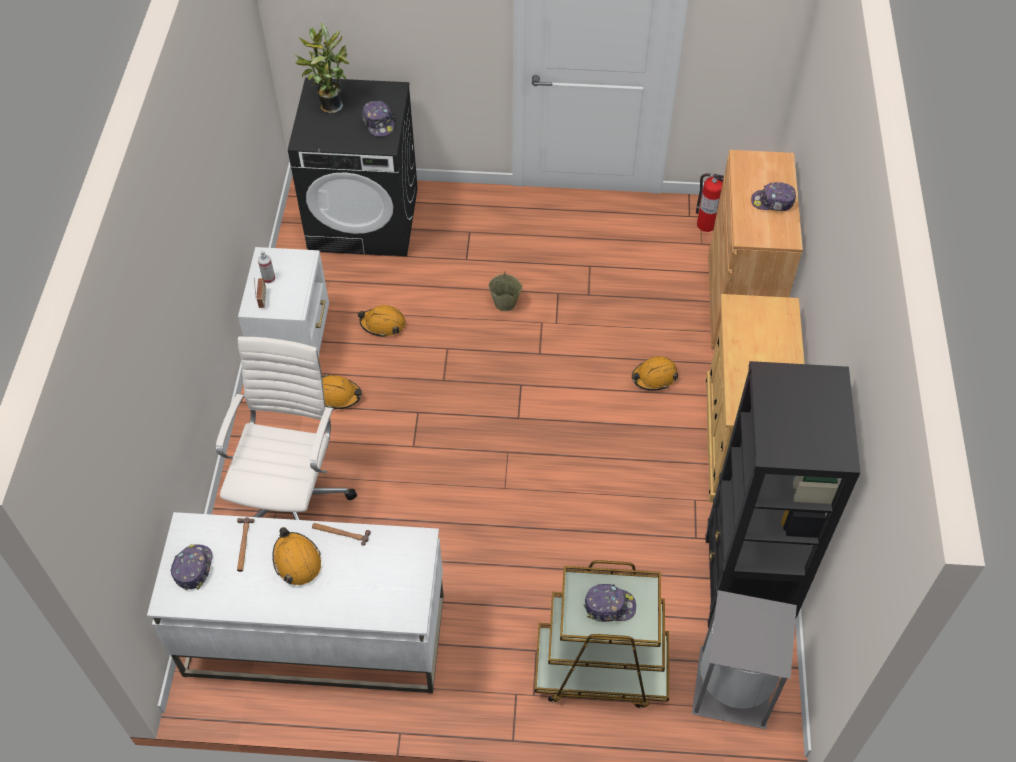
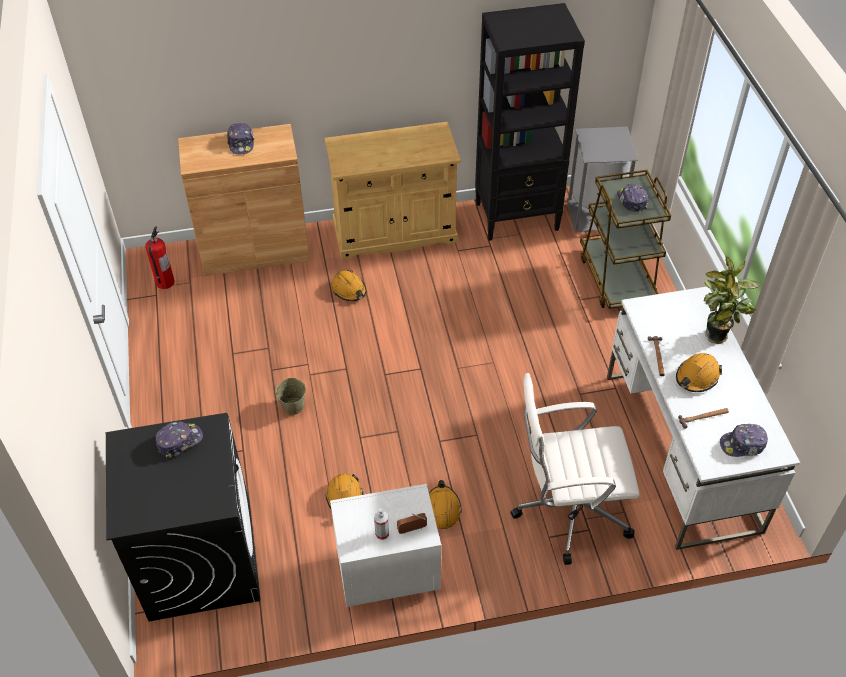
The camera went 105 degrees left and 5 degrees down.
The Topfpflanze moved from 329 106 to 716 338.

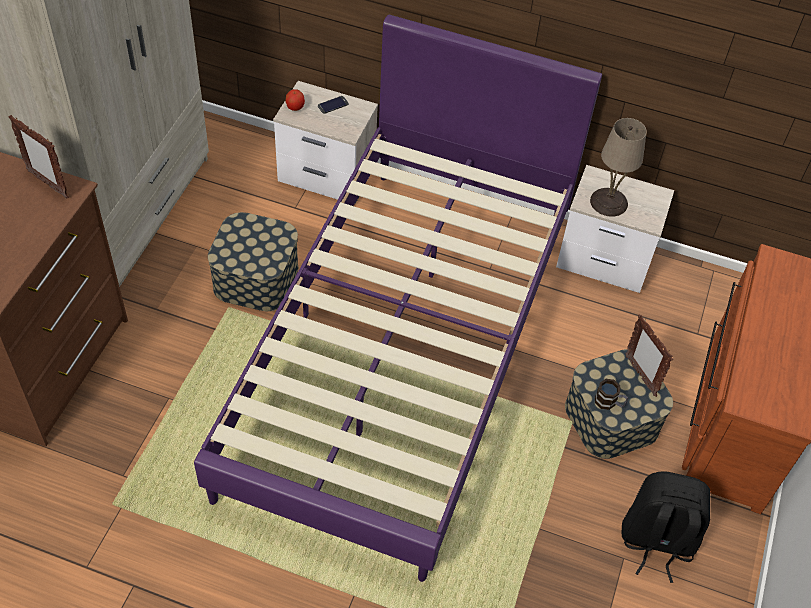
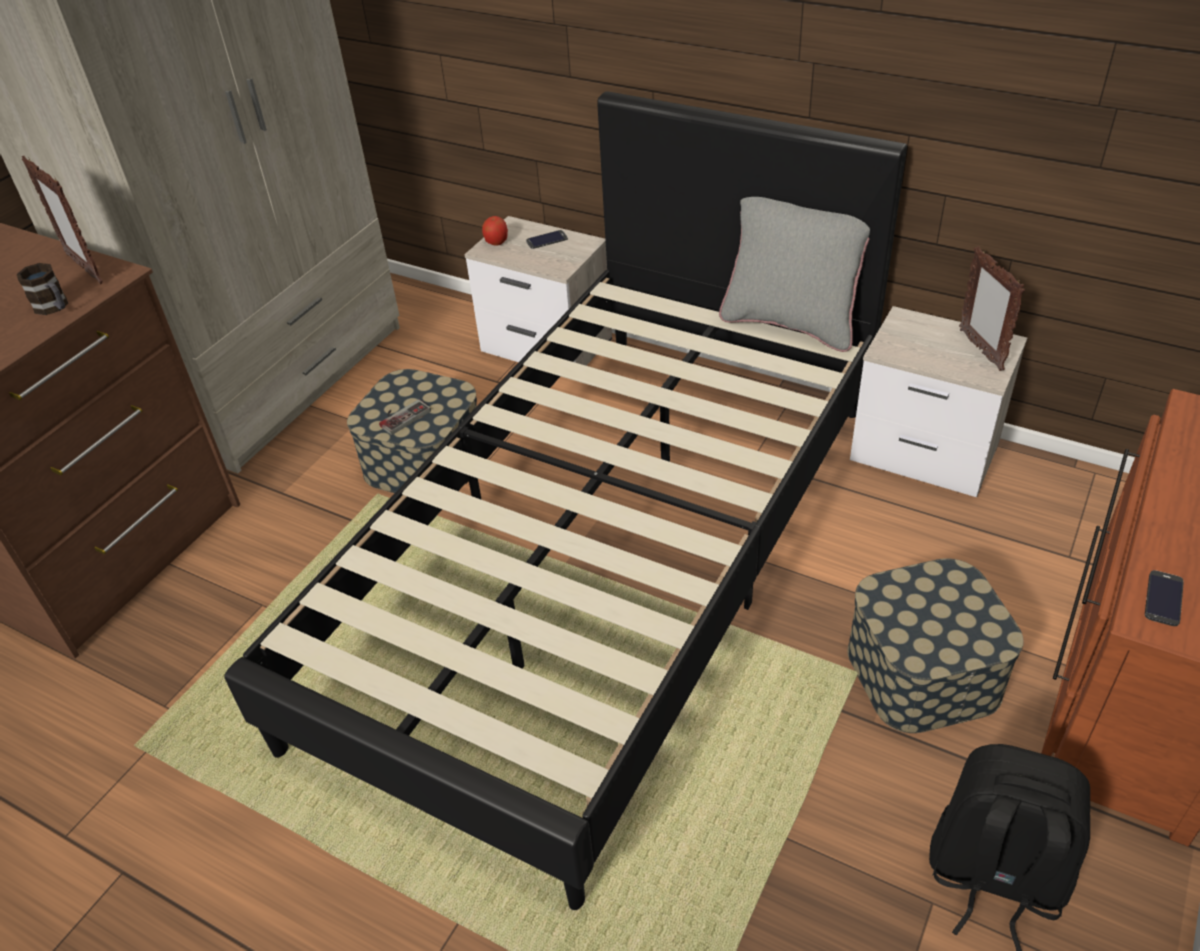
The camera went 15 degrees right and 10 degrees down.
The Tischlampe [beige] at 608 203 disappeared.
The Gamepad at 402 416 appeared.
The Kissen [grau] at 790 323 appeared.
The Handy at 1164 598 appeared.
The Henkelbecher moved from 609 403 to 54 307.
The Bilderrahmen moved from 640 375 to 980 350.
The Bett [lila] at 402 350 became the Bett [schwarz] at 607 558.

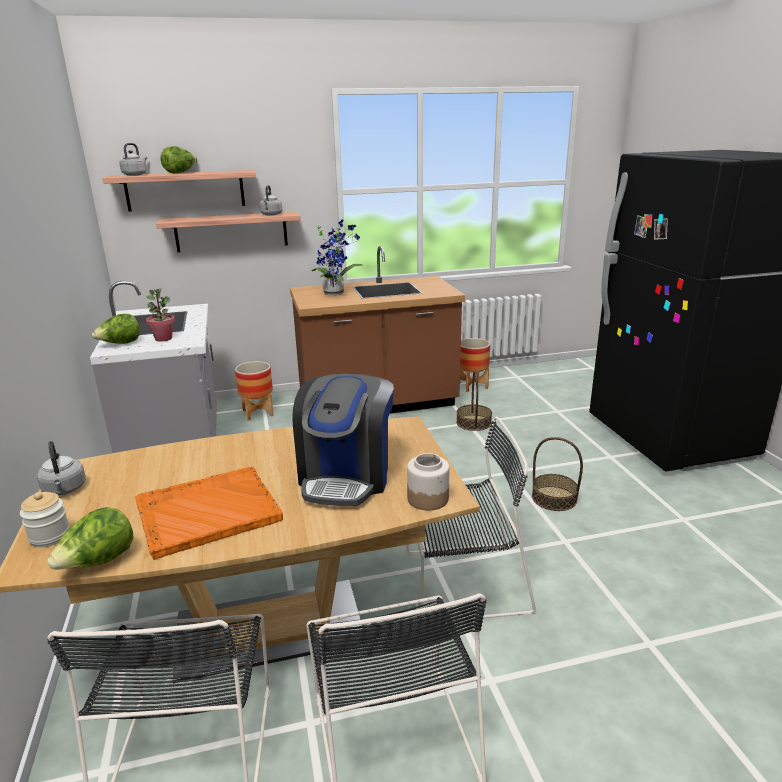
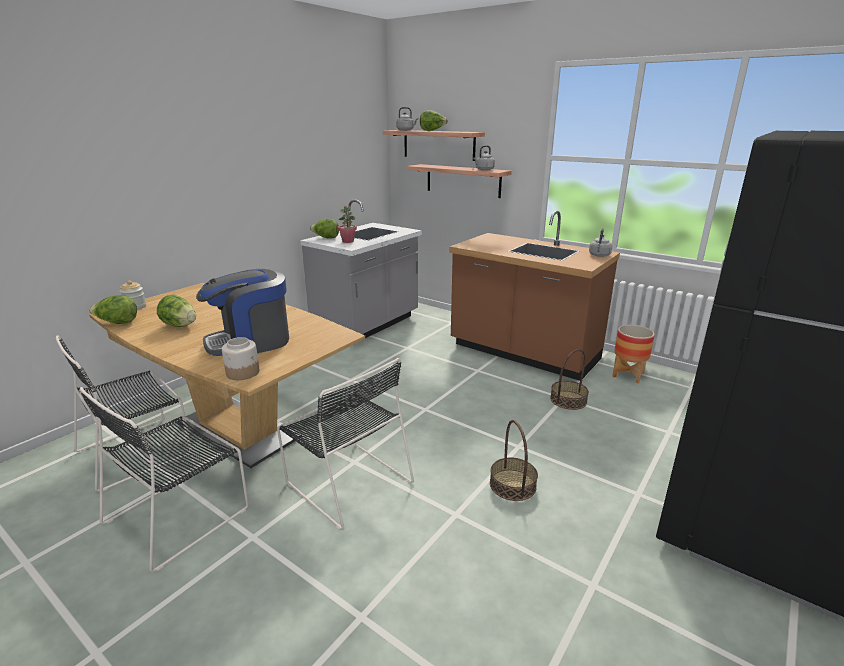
The camera went 50 degrees right and 0 degrees up.
The Pflanzkübel at 257 413 disappeared.
The Topfpflanze at 336 293 disappeared.
The Wasserkessel [grau] moved from 65 490 to 599 255.
The Tablett [orange] at 207 512 was replaced by the Salatkopf at 179 325.

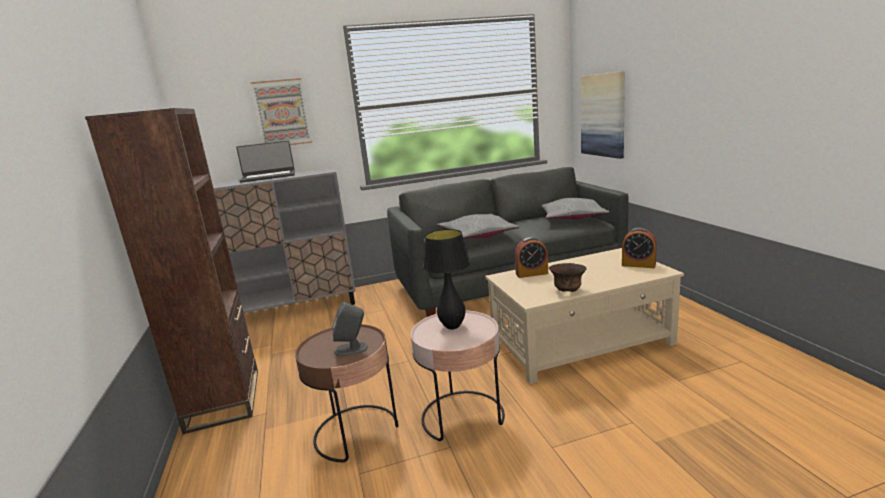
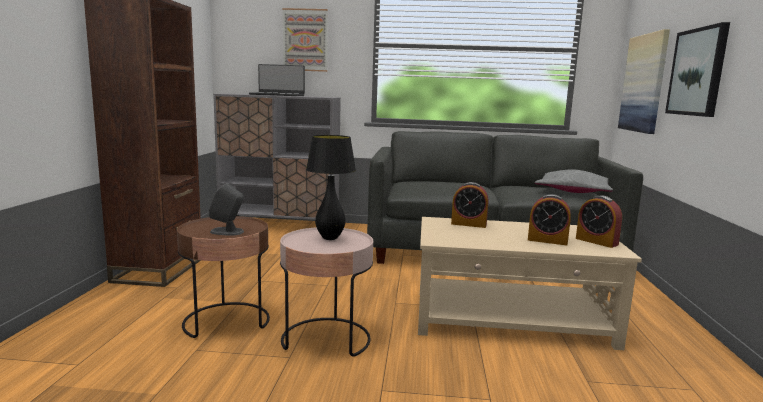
The camera went 20 degrees right and 5 degrees down.
The Kissen [grau] at 477 235 disappeared.
The Schüssel [braun] at 567 290 disappeared.
The Wecker at 547 240 appeared.
The Bild at 697 72 appeared.

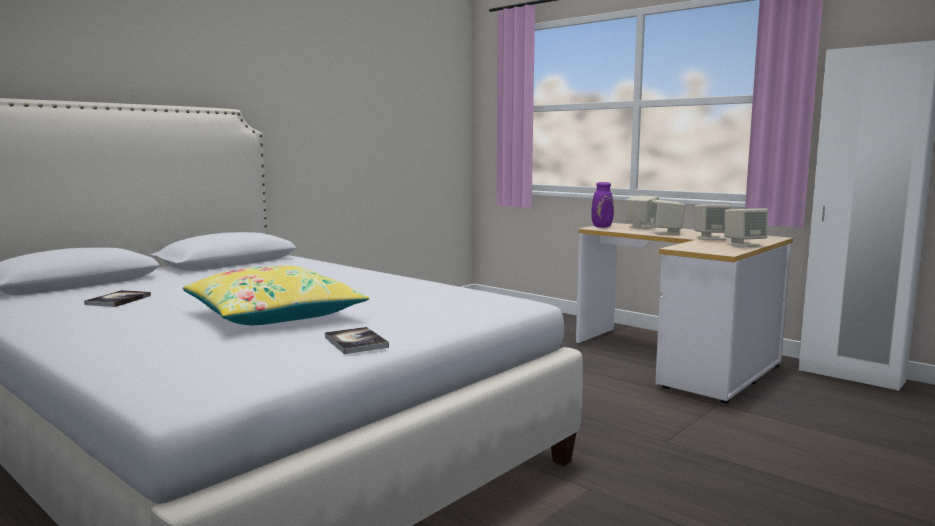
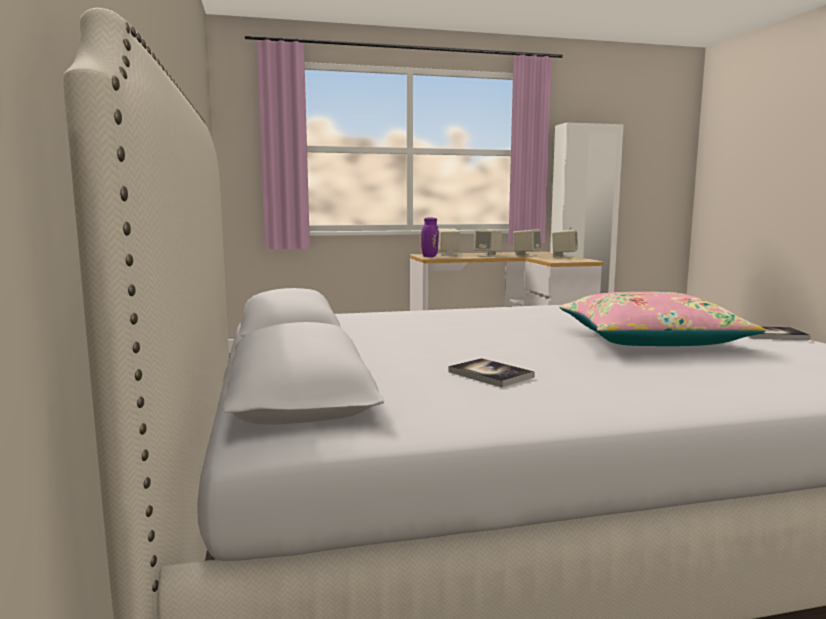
The camera went 55 degrees left and 0 degrees up.
The Kissen [gelb] at 274 315 became the Kissen [rosa] at 649 340.

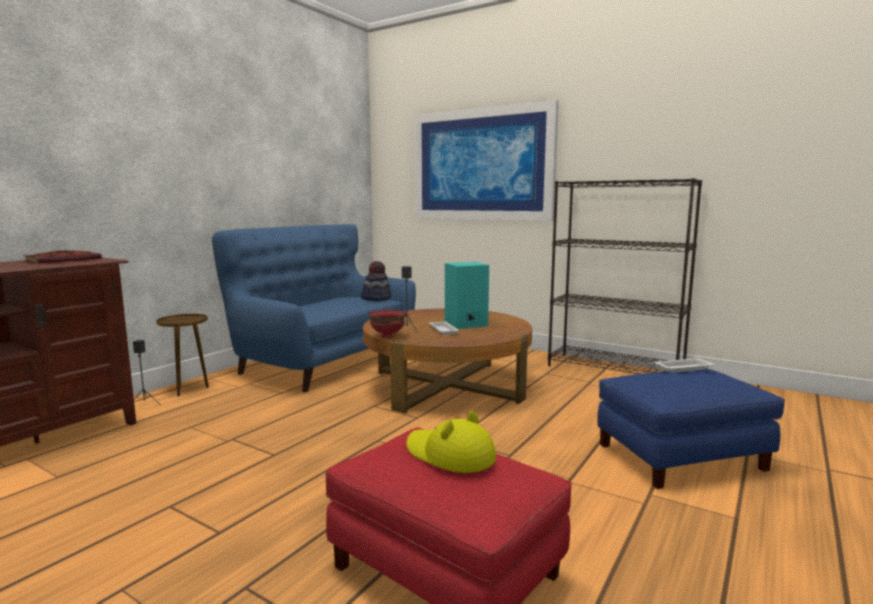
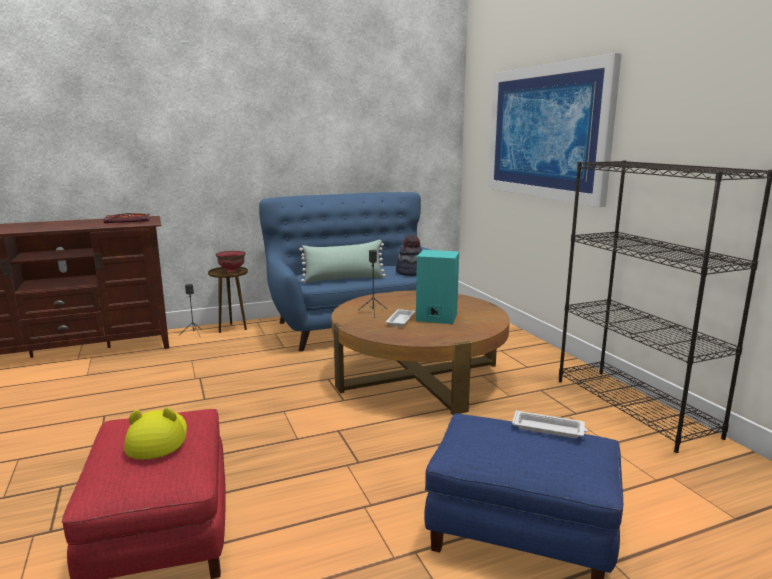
The camera went 35 degrees right and 5 degrees up.
The Kissen [grün] at 344 279 appeared.
The Schüssel [rot] moved from 387 336 to 231 271.

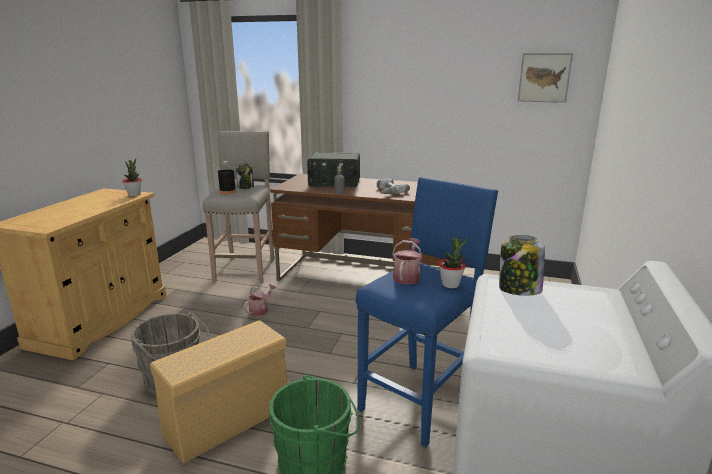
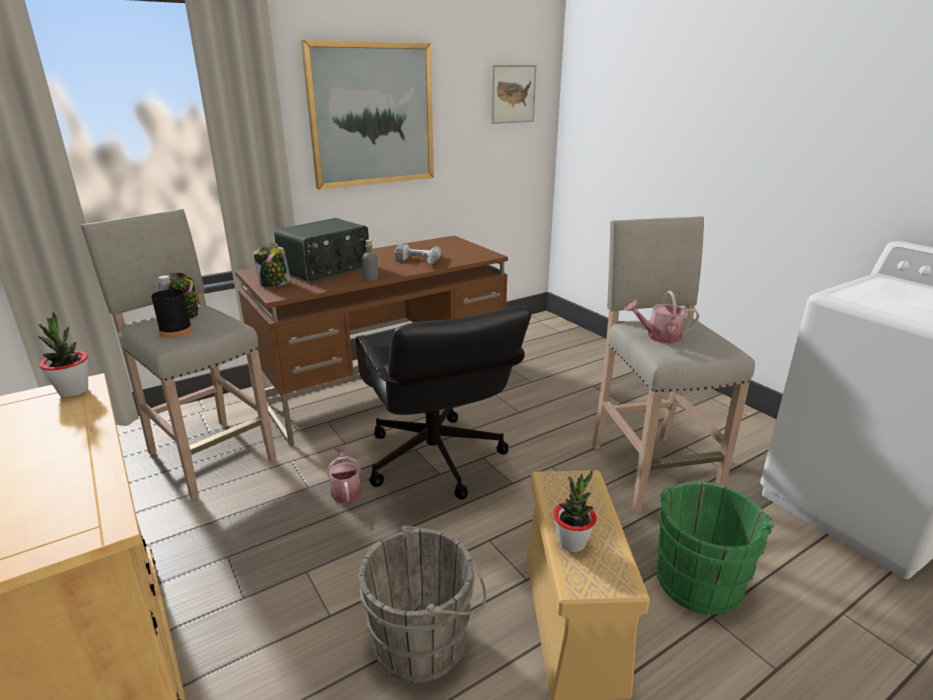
The camera went 50 degrees left and 5 degrees up.
The Bild at 372 115 appeared.
The Bürostuhl [schwarz] at 438 465 appeared.
The Topfpflanze moved from 450 285 to 572 543.
The Vorratsglas moved from 518 289 to 274 284.
The Hocker [blau] at 419 400 became the Hocker [beige] at 650 469.
The Gießkanne at 407 276 turned 60 degrees counterclockwise.

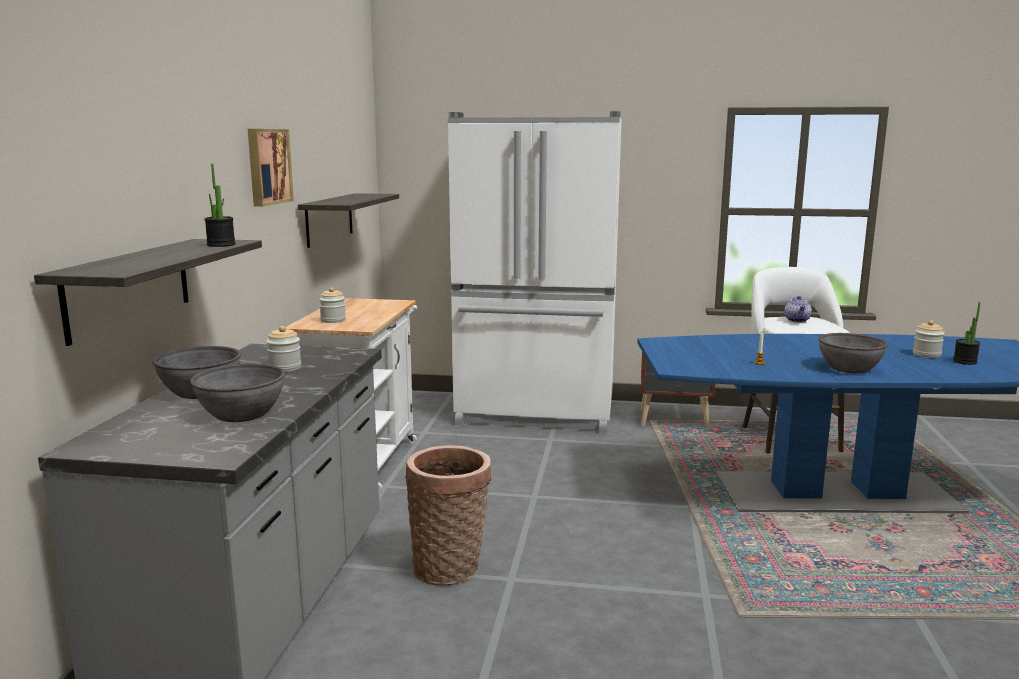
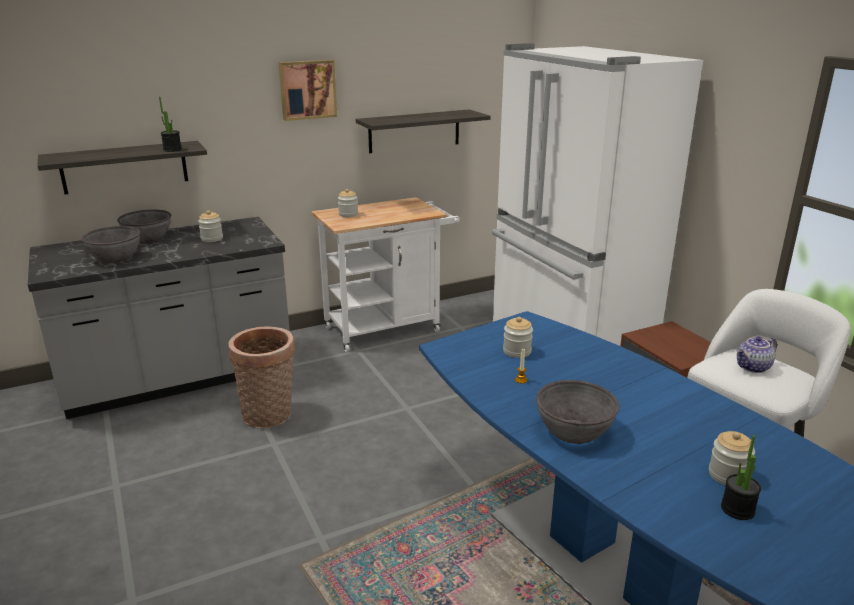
The camera went 55 degrees right and 10 degrees up.
The Vorratsglas at 517 351 appeared.

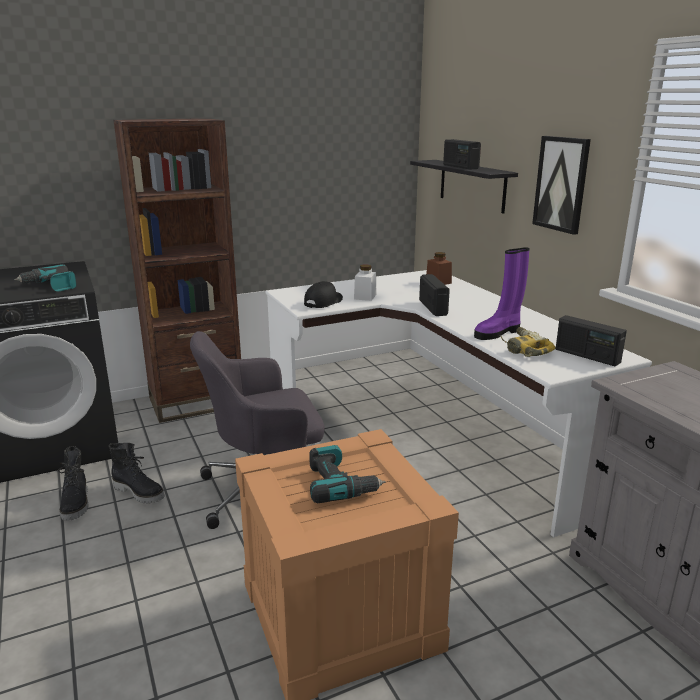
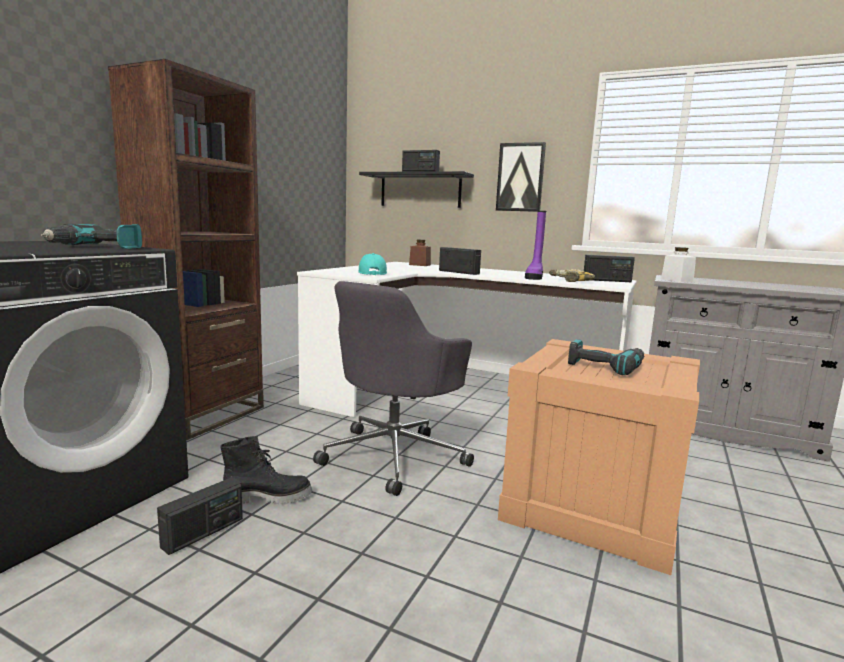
The camera went 40 degrees left and 10 degrees down.
The Vorratsglas [weiß] moved from 365 296 to 677 280.
The Stiefel [schwarz] at 77 504 was replaced by the Radio at 203 533.
The Kappe [schwarz] at 323 302 became the Kappe [türkis] at 372 273.

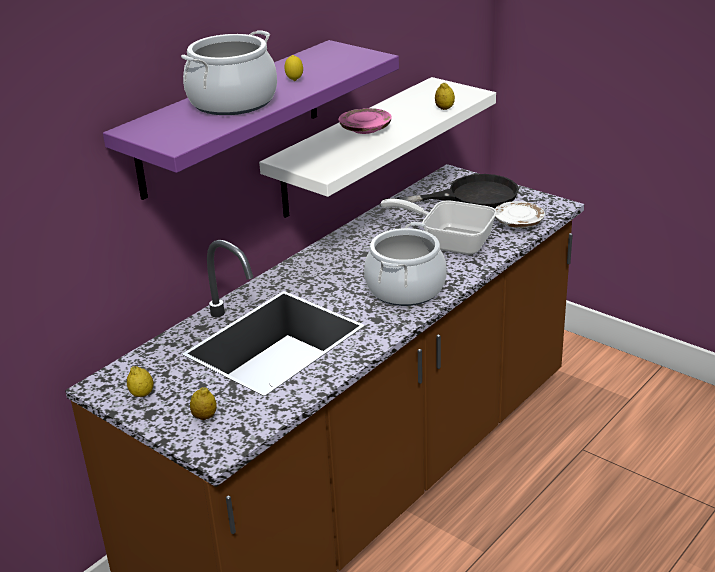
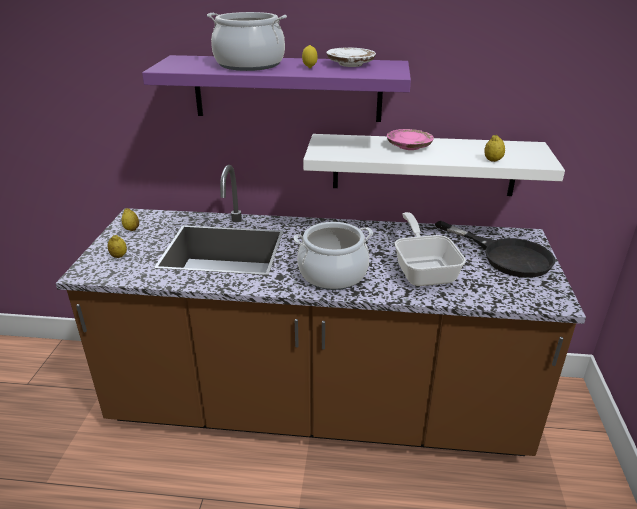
The camera went 55 degrees right and 0 degrees up.
The Teller [weiß] moved from 518 223 to 350 64.

